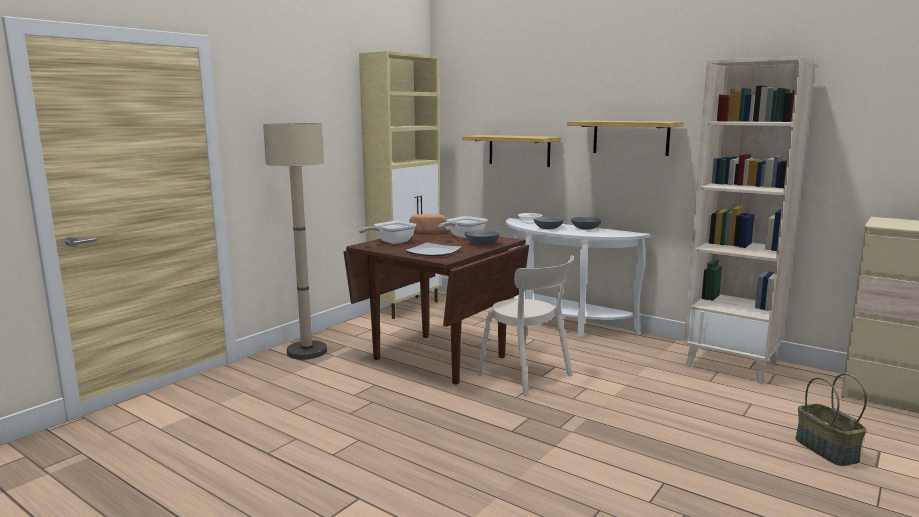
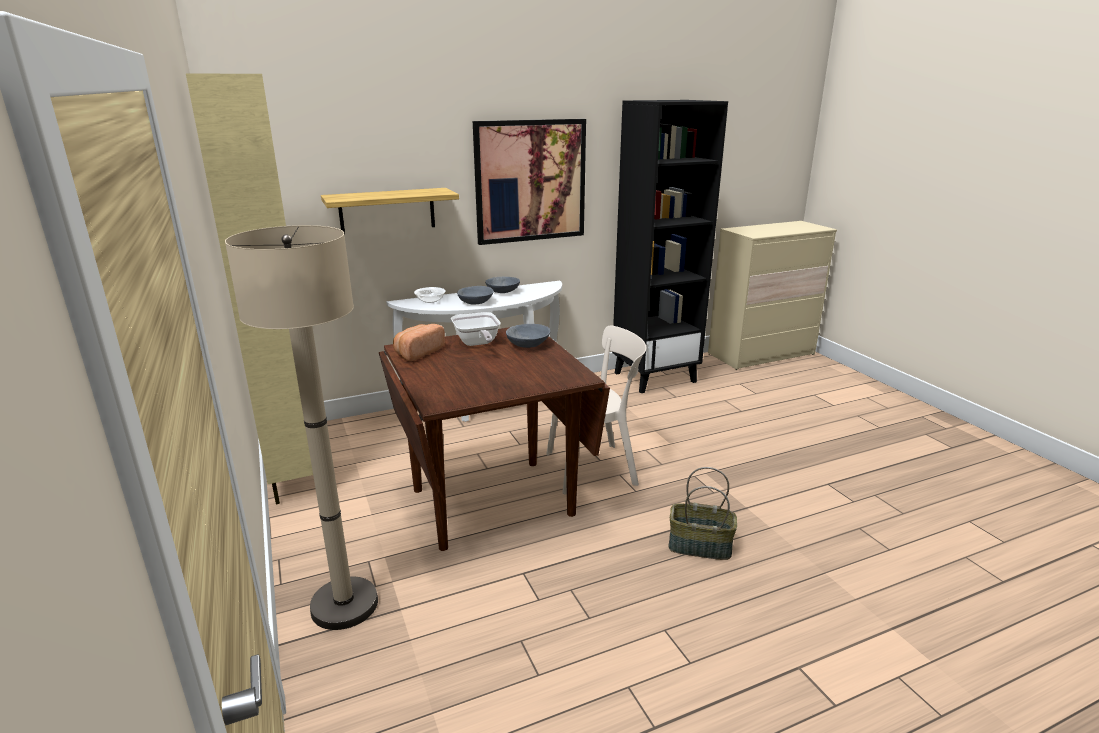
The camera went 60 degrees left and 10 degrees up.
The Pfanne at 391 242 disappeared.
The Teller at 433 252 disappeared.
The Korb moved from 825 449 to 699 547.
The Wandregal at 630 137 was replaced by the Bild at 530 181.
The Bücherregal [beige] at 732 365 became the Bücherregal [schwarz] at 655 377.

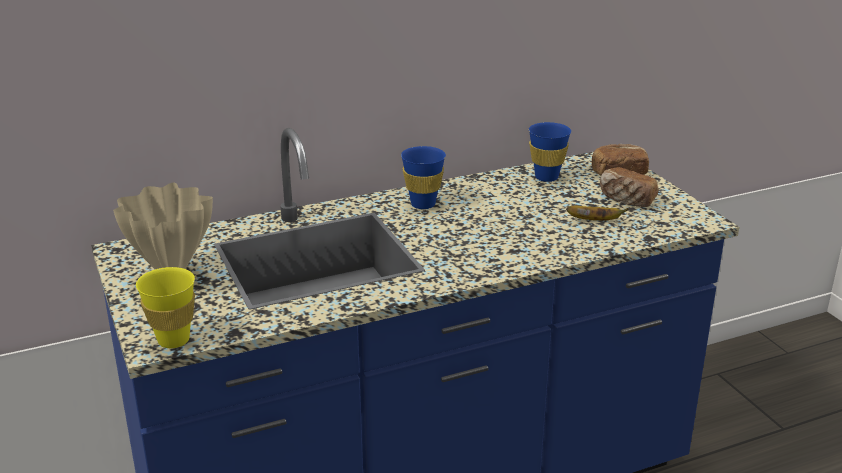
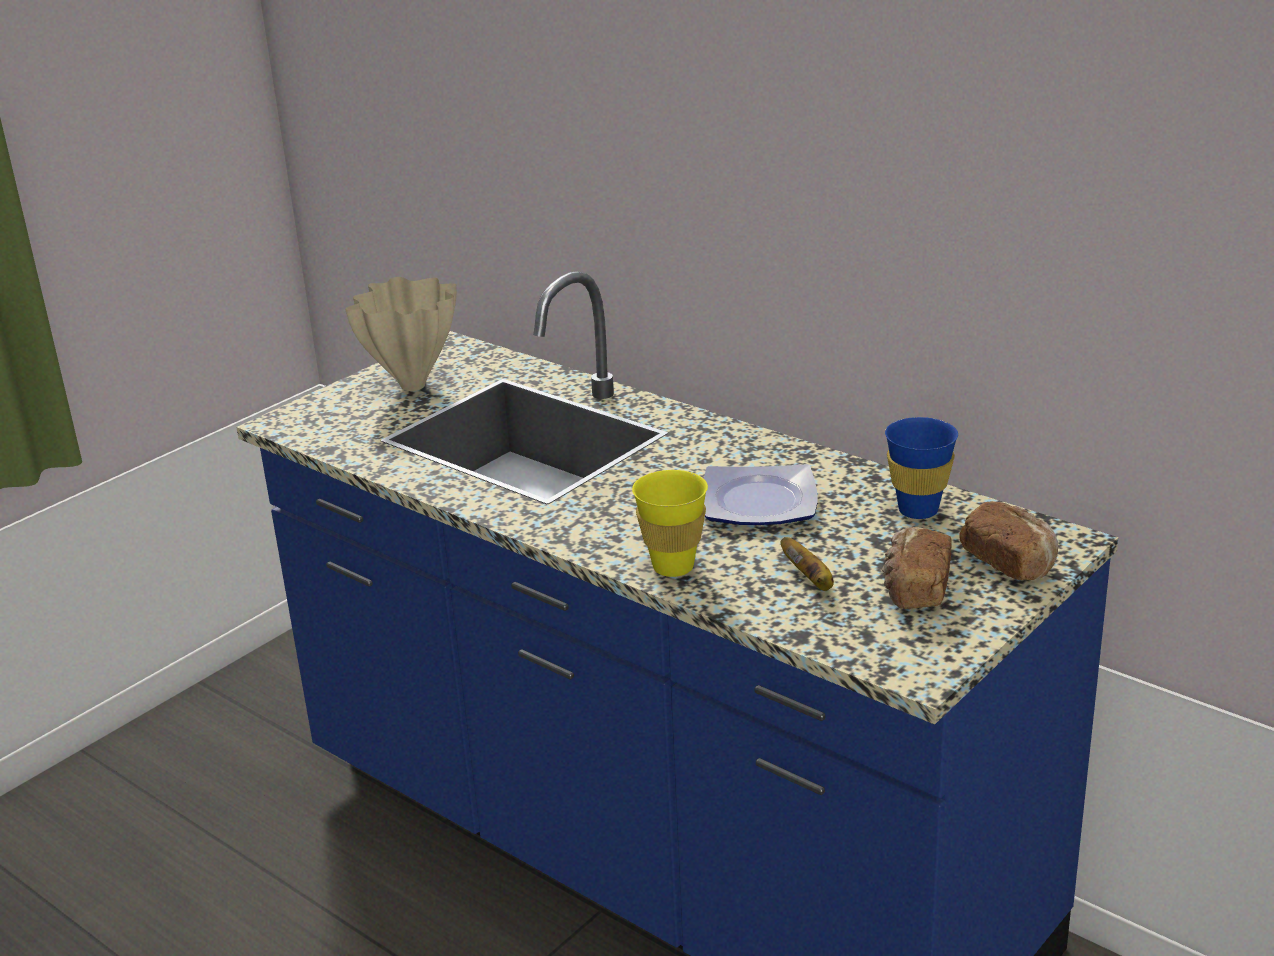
The camera went 65 degrees right and 0 degrees up.
The Tasse [blau] at 423 204 disappeared.
The Teller at 756 502 appeared.
The Tasse [gelb] moved from 173 340 to 673 567.

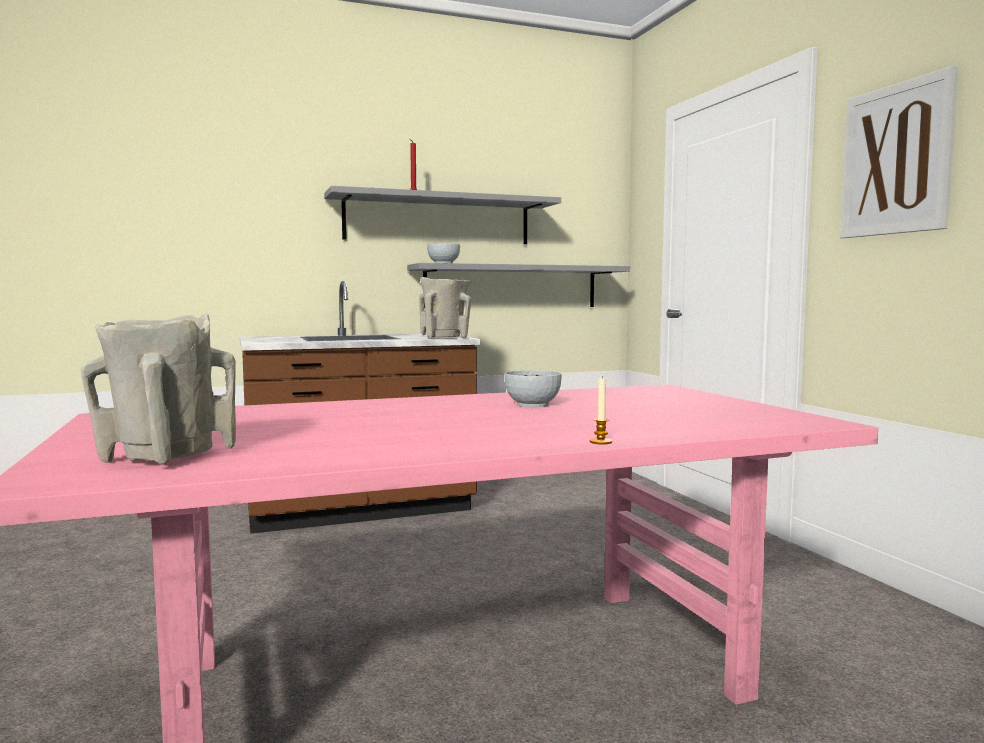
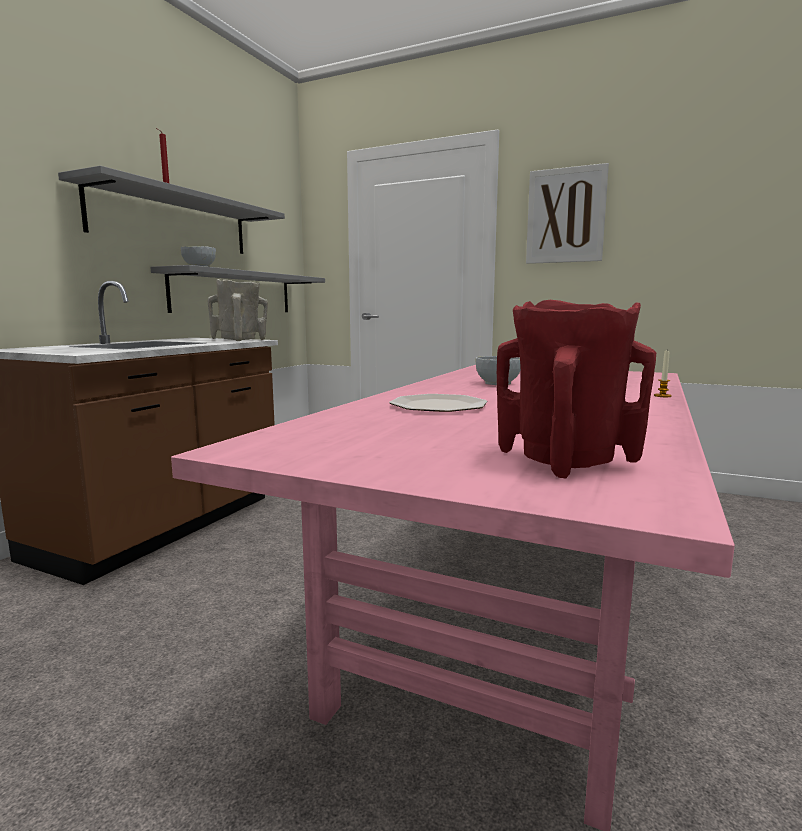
The camera went 45 degrees left and 5 degrees up.
The Teller at 437 406 appeared.
The Vase [beige] at 164 457 became the Vase [rot] at 565 461.

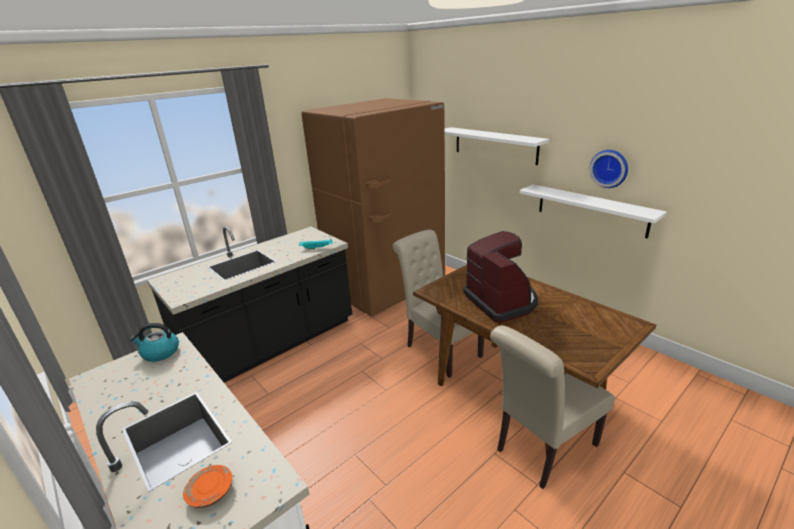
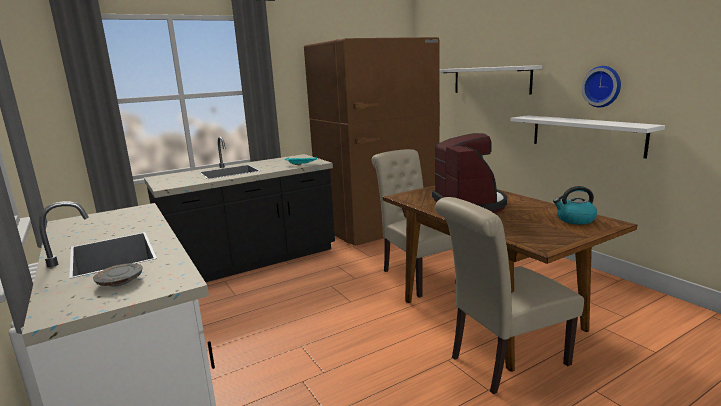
The camera went 10 degrees right and 10 degrees down.
The Wasserkessel moved from 160 353 to 575 220.
The Teller [orange] at 210 492 became the Teller [grau] at 120 282.

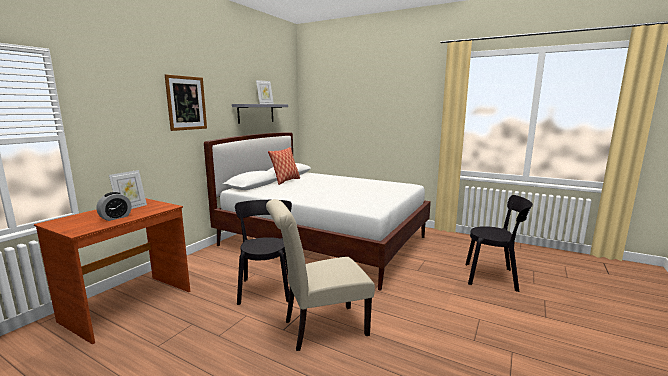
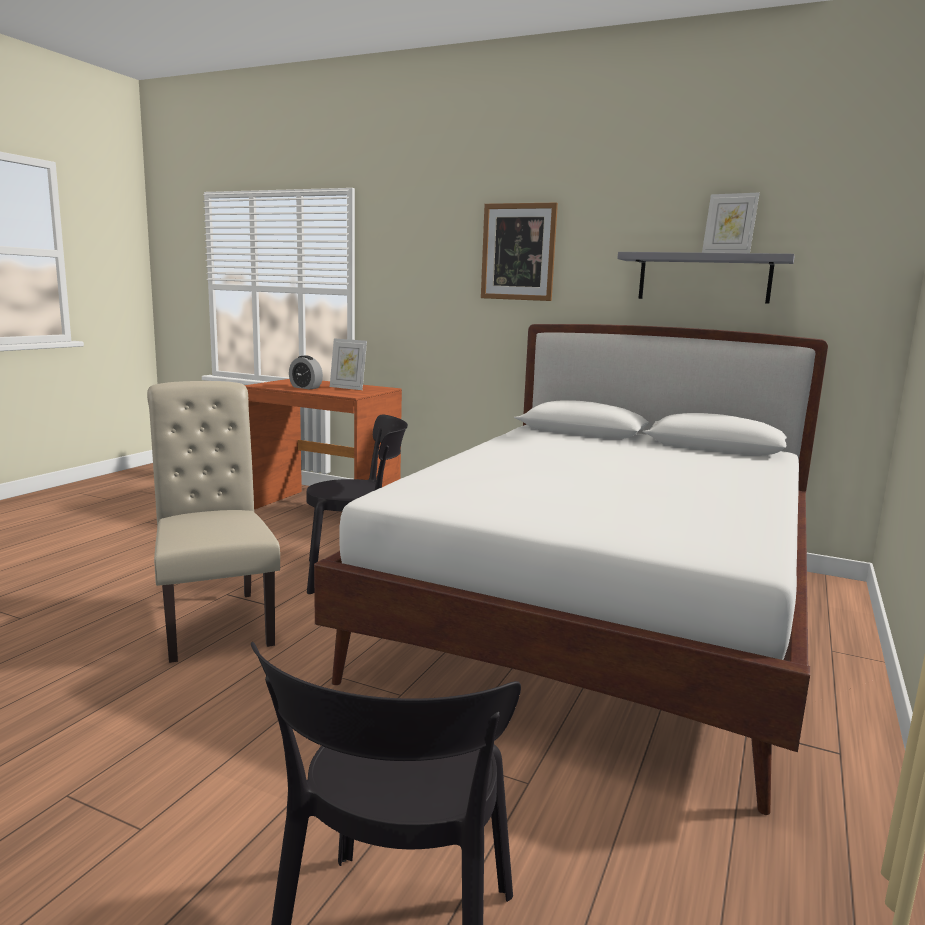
The camera went 85 degrees right and 0 degrees up.
The Kissen at 285 181 disappeared.

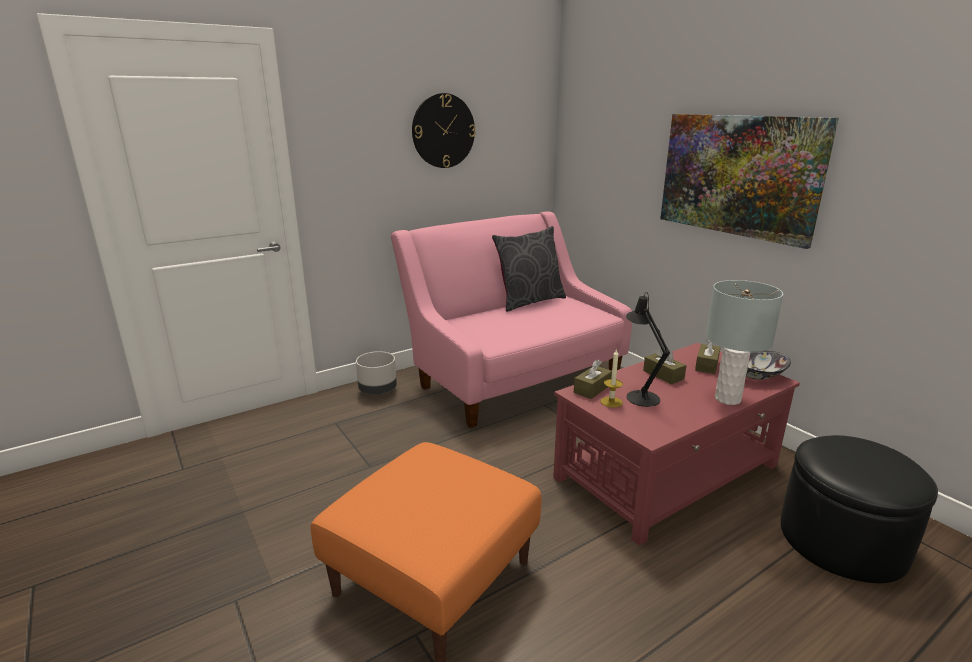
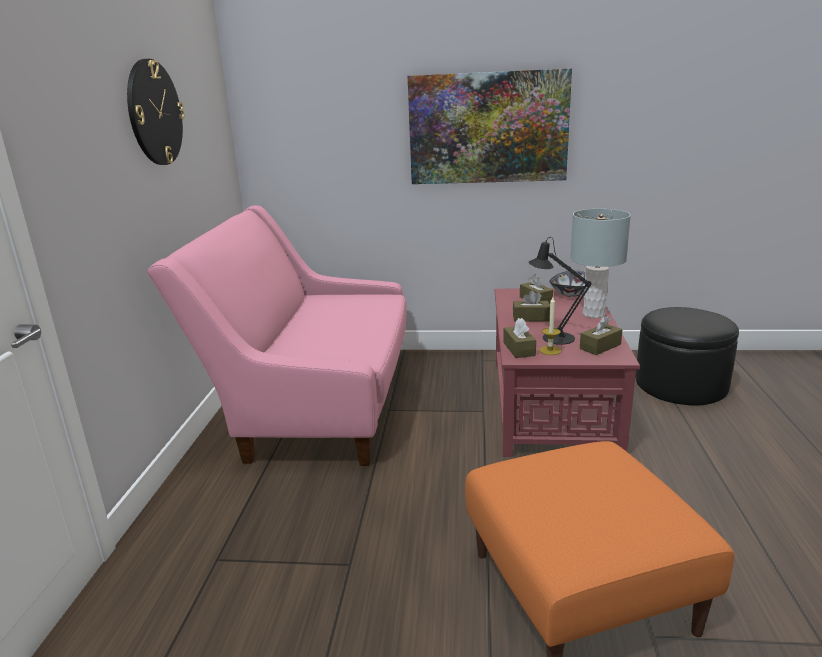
The camera went 50 degrees left and 0 degrees up.
The Pflanzkübel [grau] at 377 390 disappeared.
The Kissen [grau] at 529 301 disappeared.
The Taschentuchbox [braun] at 600 346 appeared.

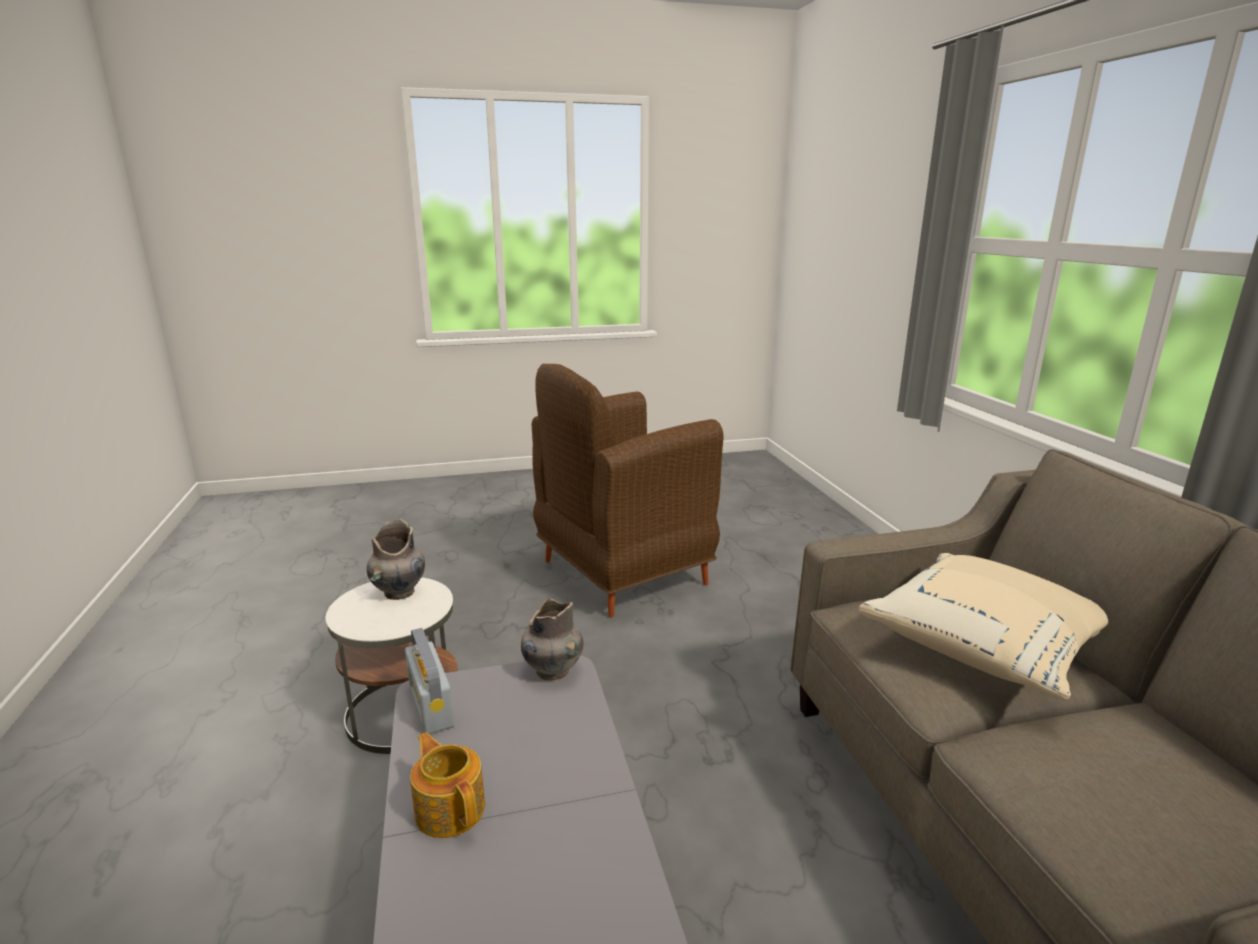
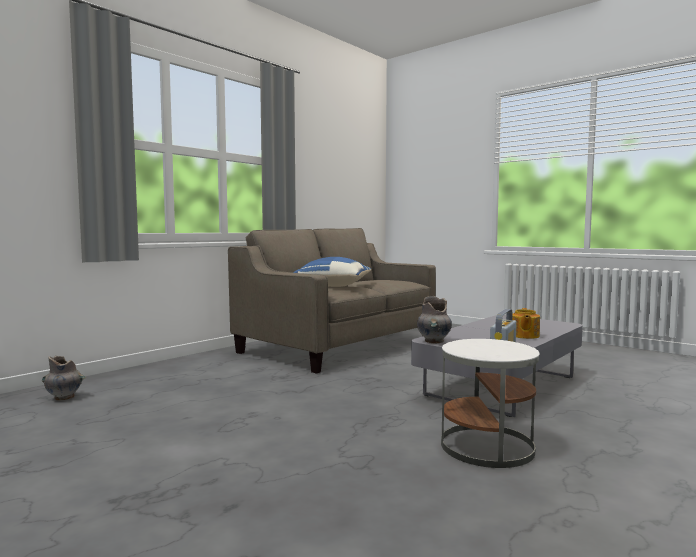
The camera went 125 degrees left and 15 degrees down.
The Sessel [braun] at 621 573 disappeared.
The Vase [grau] moved from 399 593 to 65 397.
The Kissen [beige] at 985 648 became the Kissen [blau] at 333 286.

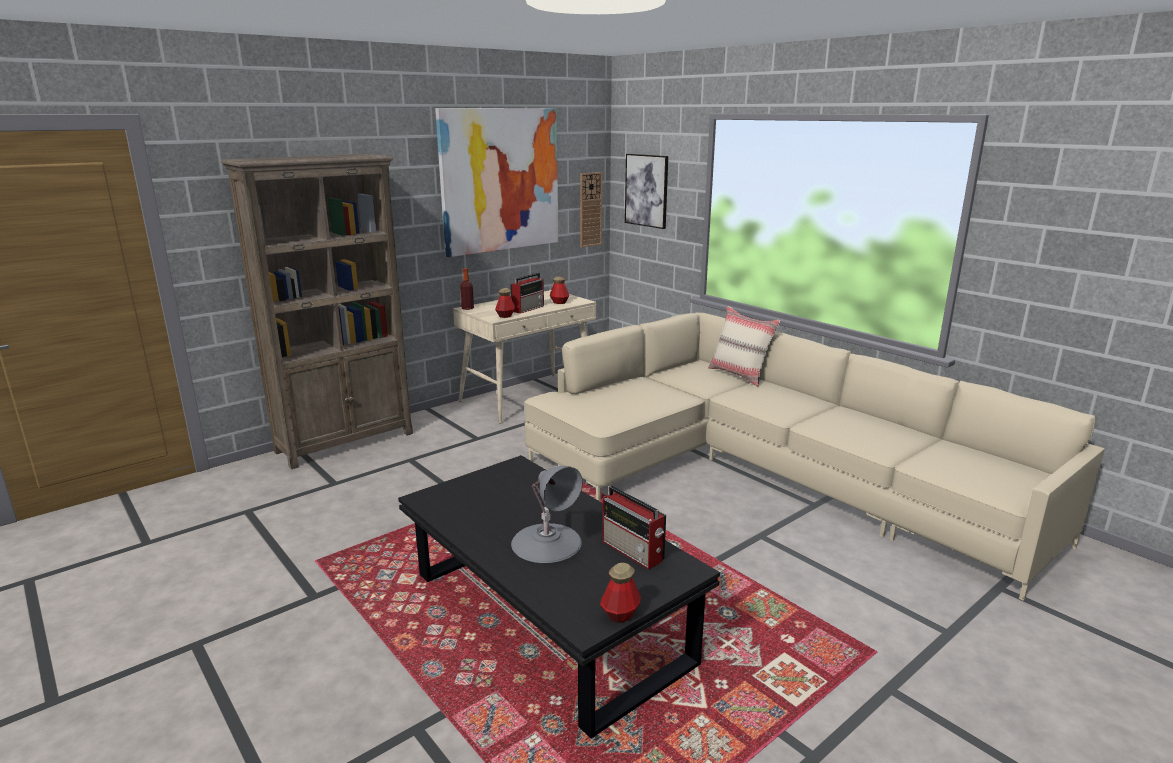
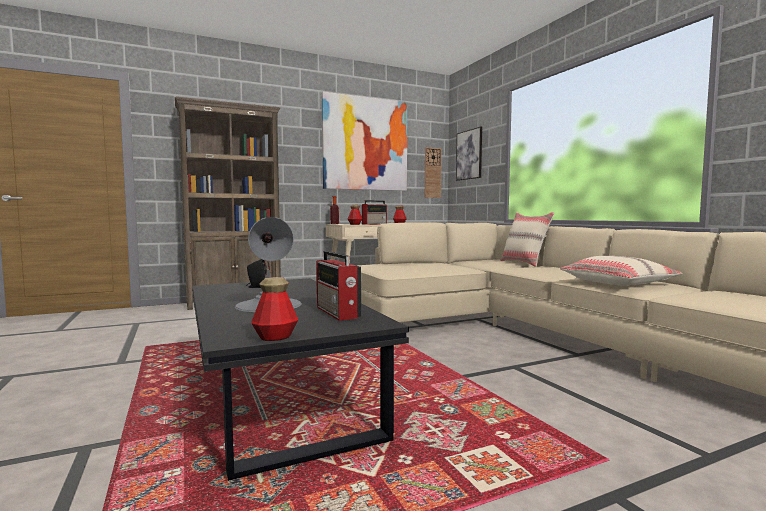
The camera went 15 degrees right and 15 degrees down.
The Lautsprecher [schwarz] at 256 287 appeared.
The Kissen [beige] at 618 283 appeared.

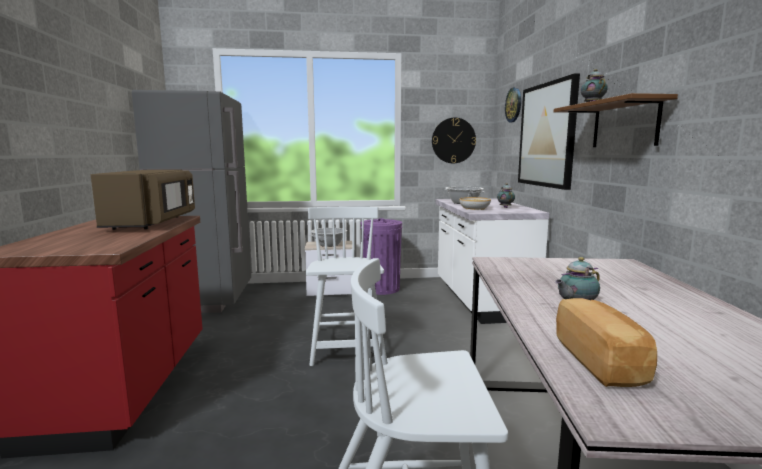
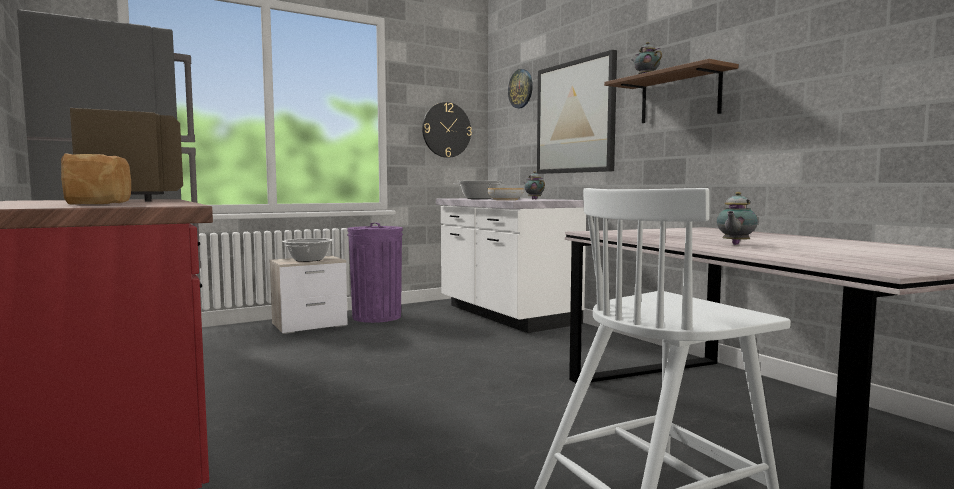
The camera went 25 degrees left and 5 degrees down.
The Stuhl [weiß] at 346 346 disappeared.
The Brot moved from 600 361 to 103 204.

